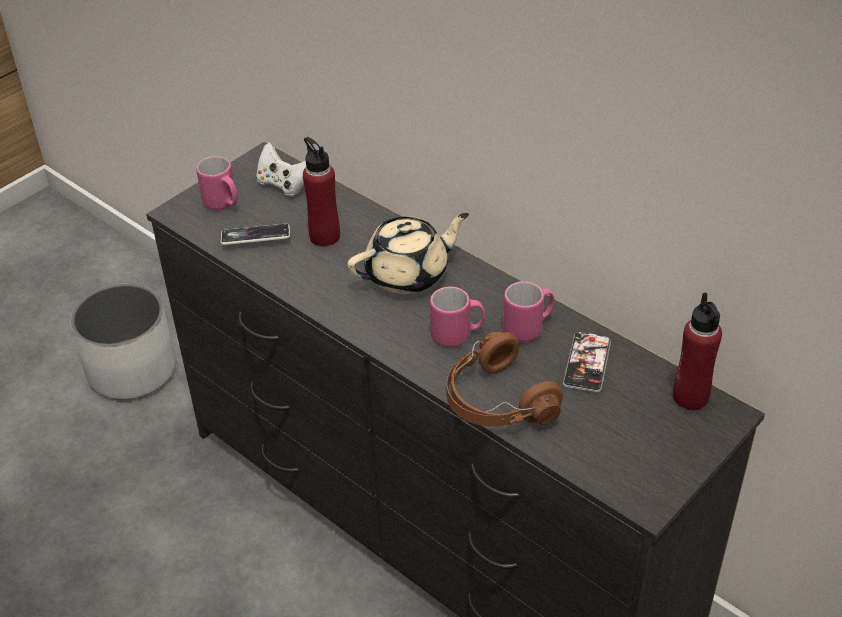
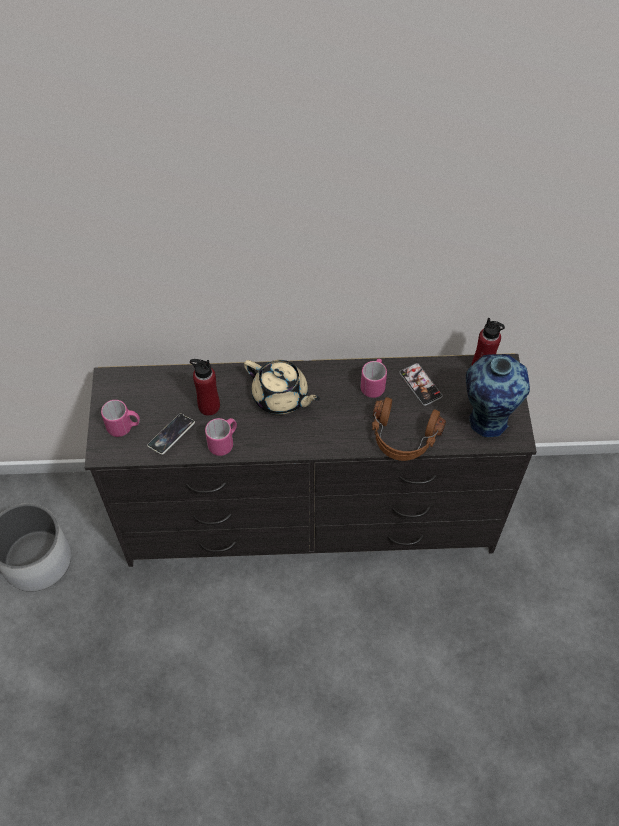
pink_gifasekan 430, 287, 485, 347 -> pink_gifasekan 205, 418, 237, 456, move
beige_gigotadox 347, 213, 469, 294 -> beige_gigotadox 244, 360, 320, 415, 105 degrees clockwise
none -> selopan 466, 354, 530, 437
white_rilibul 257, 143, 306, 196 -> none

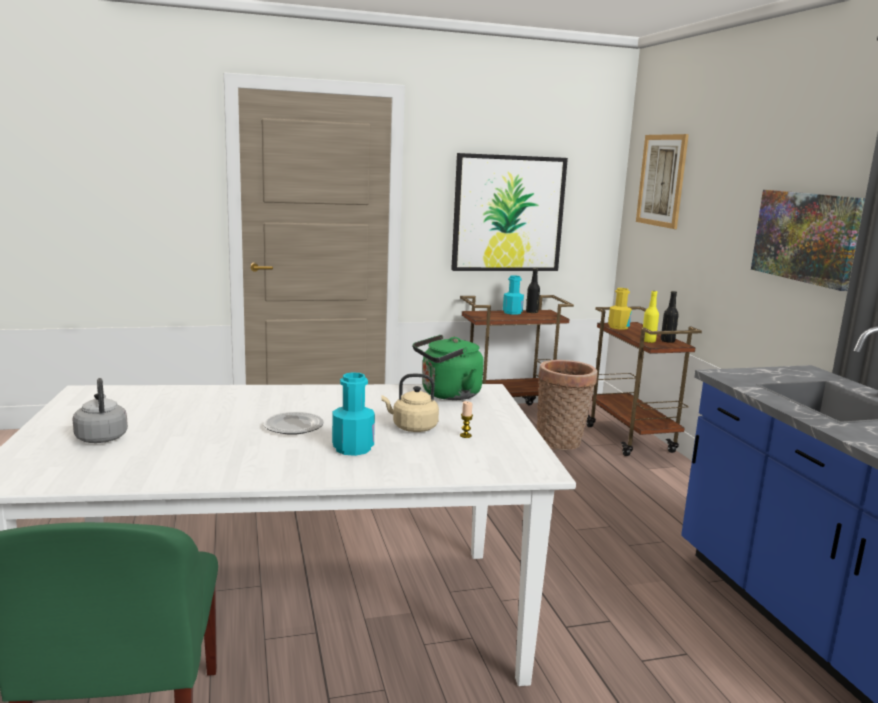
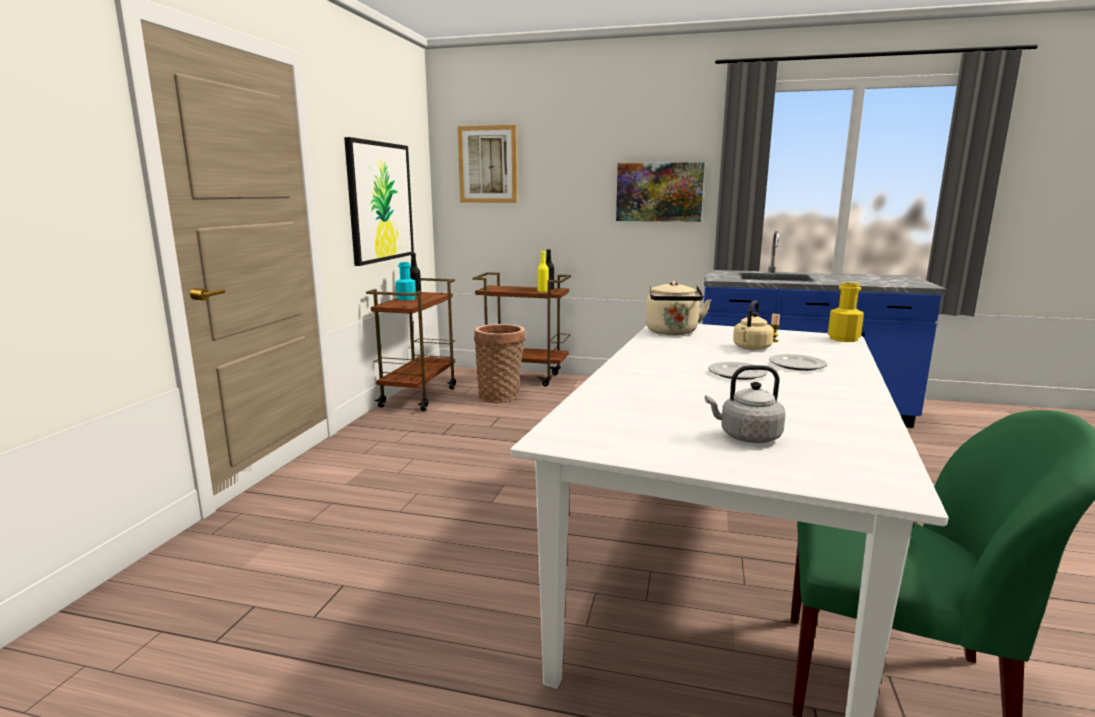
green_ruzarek 413, 335, 484, 400 -> beige_ruzarek 645, 281, 711, 335
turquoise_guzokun 332, 372, 375, 456 -> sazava 769, 354, 828, 371
yellow_guzokun 608, 288, 632, 330 -> yellow_guzokun 828, 283, 864, 342, move

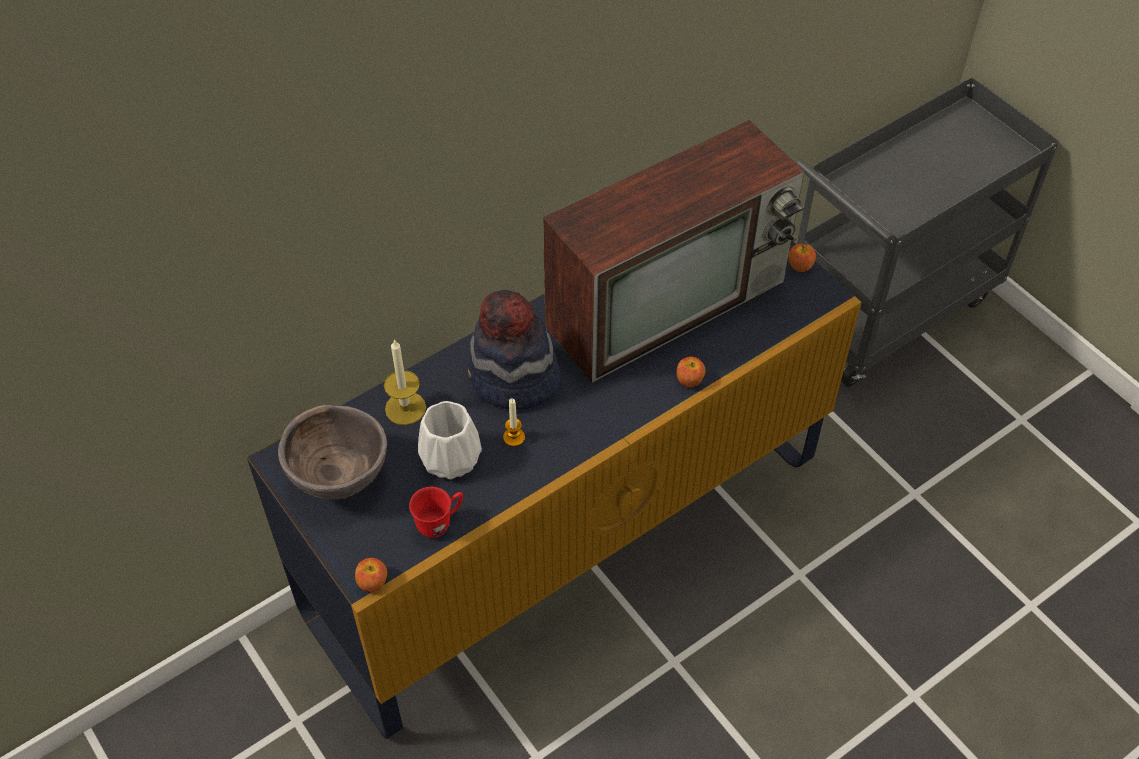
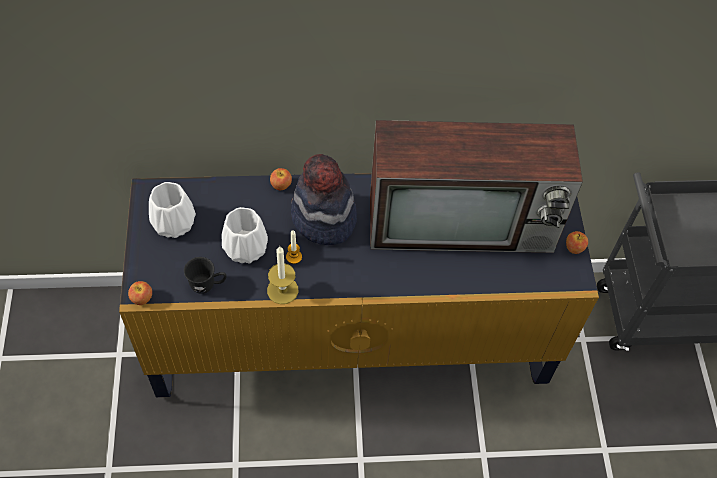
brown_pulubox 278, 405, 387, 500 -> white_selopan 149, 182, 196, 238
red_gifasekan 409, 487, 463, 538 -> black_gifasekan 184, 257, 227, 294
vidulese 384, 339, 426, 425 -> vidulese 267, 246, 298, 304, move
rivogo 676, 356, 705, 388 -> rivogo 270, 168, 292, 190, move

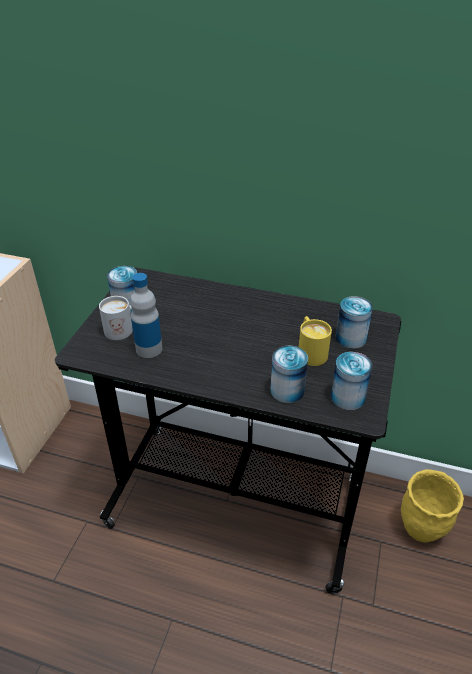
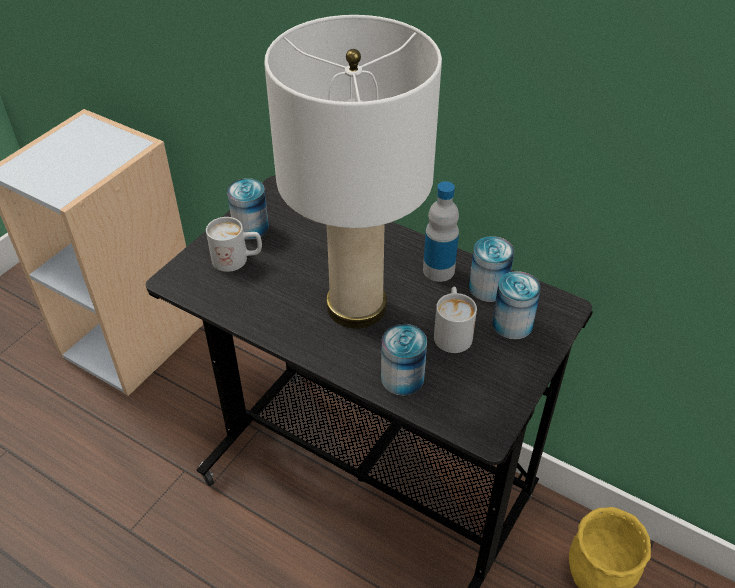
none -> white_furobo 264, 15, 442, 329
guzokun 130, 273, 162, 358 -> guzokun 423, 181, 459, 282, move
yellow_gifasekan 299, 316, 332, 366 -> white_gifasekan 434, 287, 477, 353
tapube 331, 352, 373, 410 -> tapube 469, 236, 514, 302, move

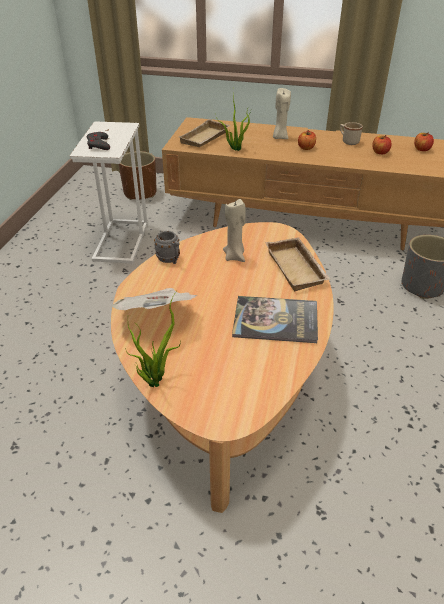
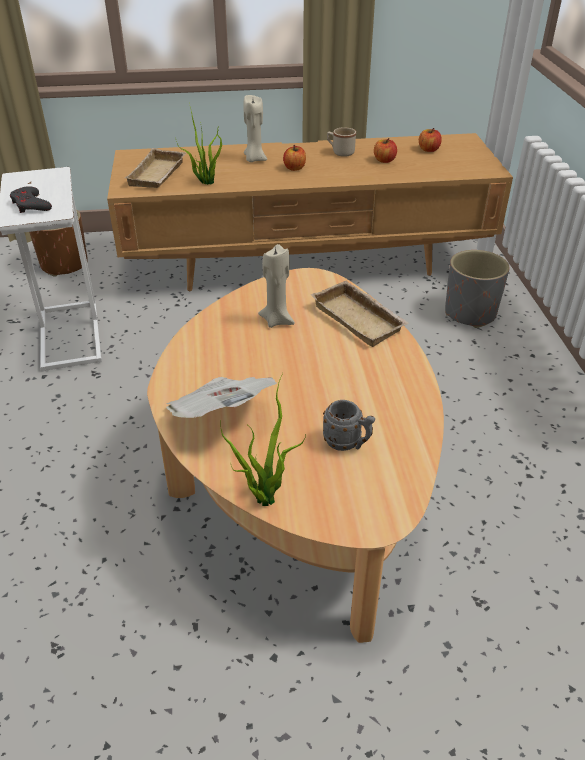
grey_gifasekan 154, 231, 180, 264 -> grey_gifasekan 323, 400, 375, 451, move
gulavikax 232, 296, 318, 343 -> none

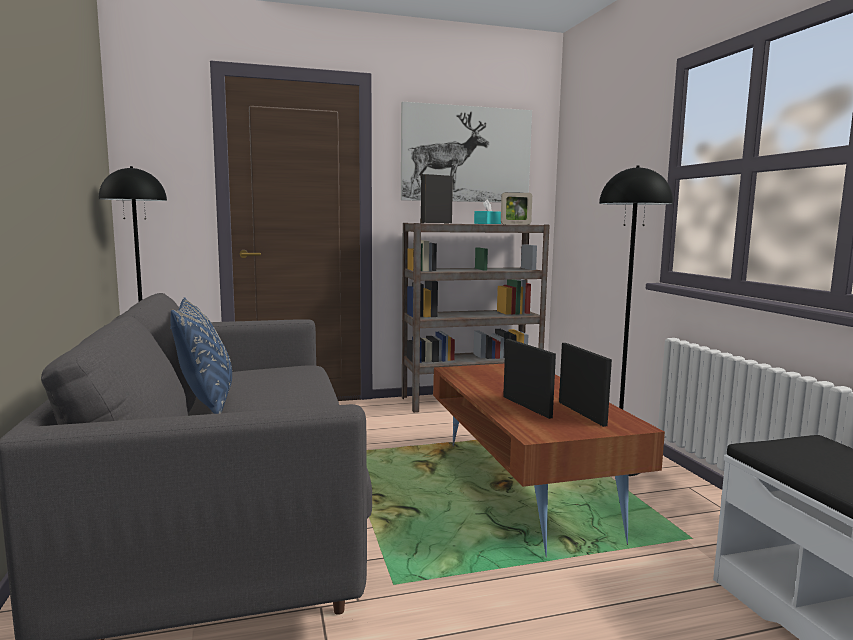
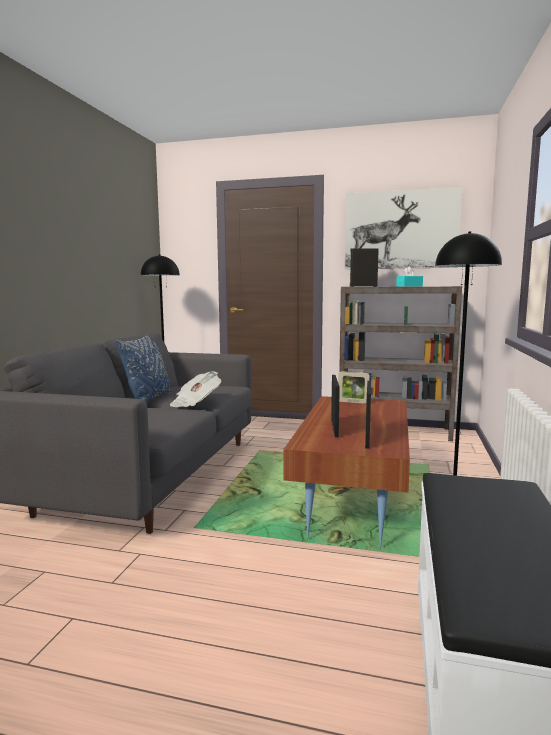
none -> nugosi 170, 371, 221, 407
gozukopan 501, 192, 532, 224 -> gozukopan 338, 371, 370, 404, move

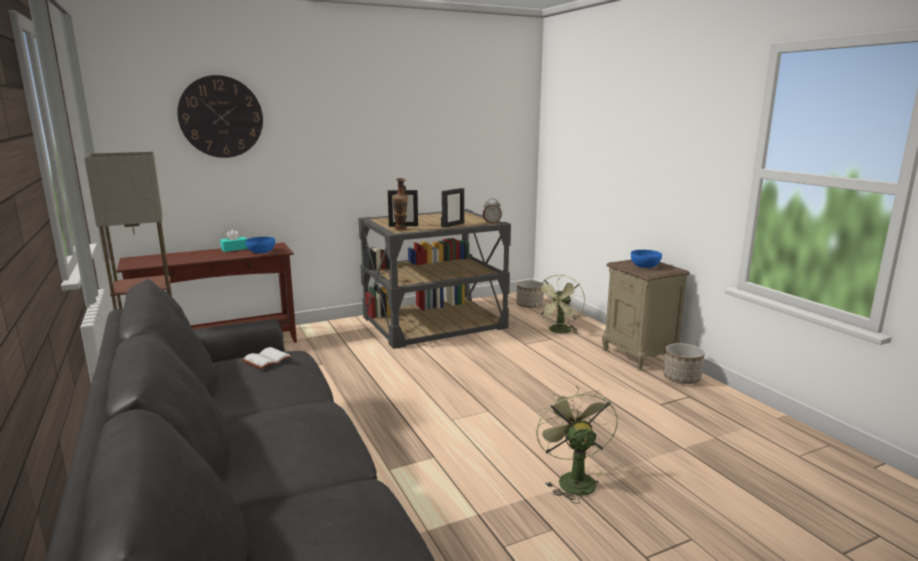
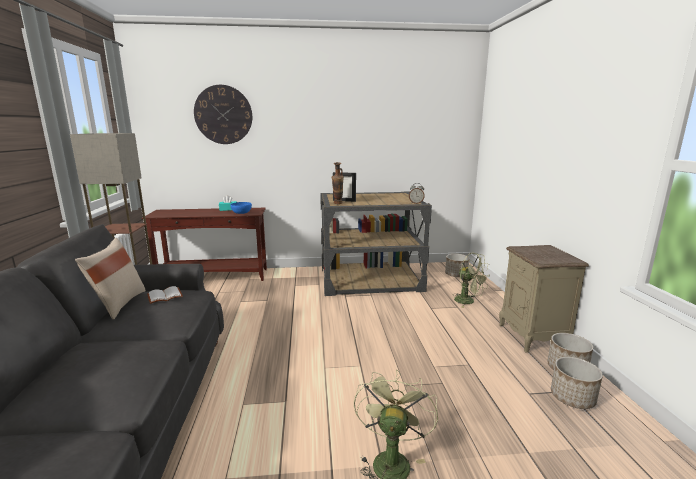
none -> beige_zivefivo 75, 238, 146, 320
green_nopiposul 534, 275, 585, 334 -> green_nopiposul 454, 253, 490, 308, 90 degrees counterclockwise
none -> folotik 551, 357, 603, 409
gozukopan 441, 188, 464, 228 -> none
blue_pulubox 631, 250, 662, 268 -> none

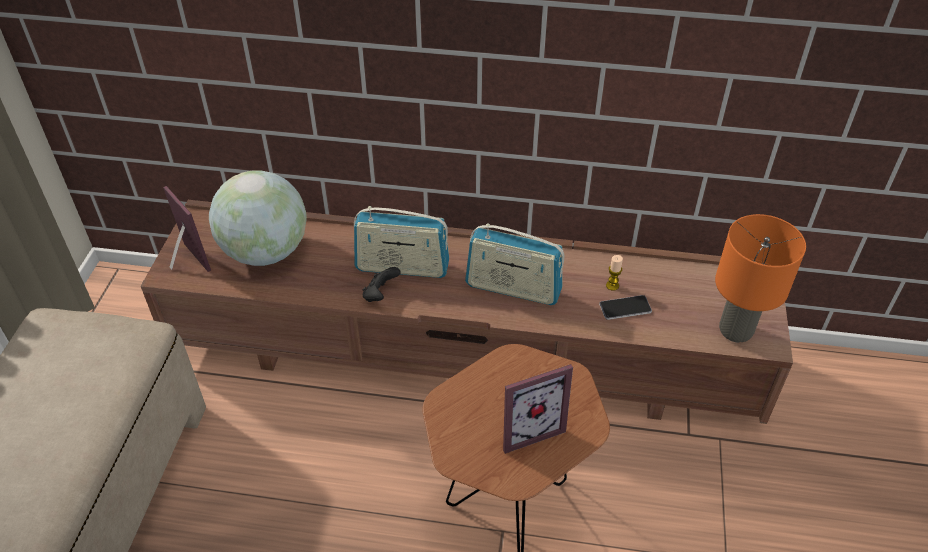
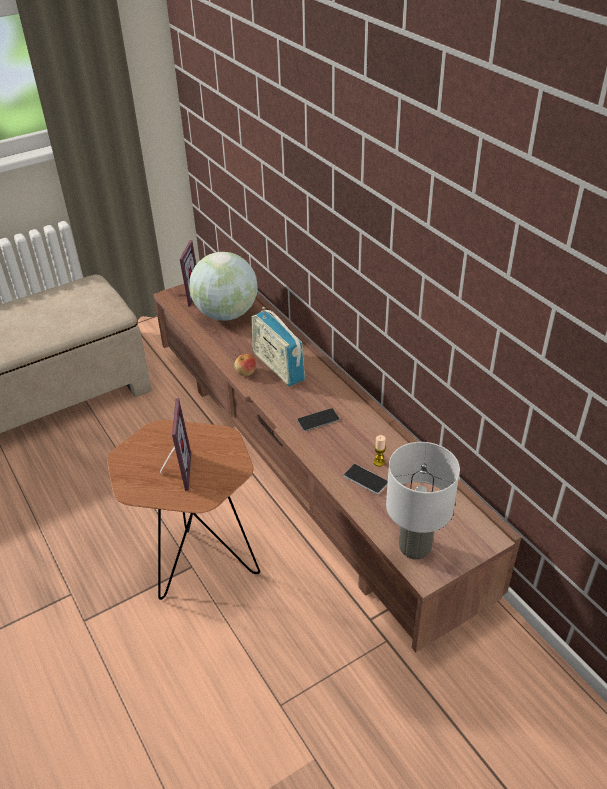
gozukopan 503, 364, 573, 454 -> gozukopan 160, 398, 191, 491, 120 degrees counterclockwise
black_rilibul 363, 267, 401, 302 -> rivogo 234, 354, 256, 376
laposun 465, 223, 565, 305 -> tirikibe 298, 408, 339, 431
orange_furobo 715, 214, 806, 343 -> white_furobo 386, 442, 460, 559

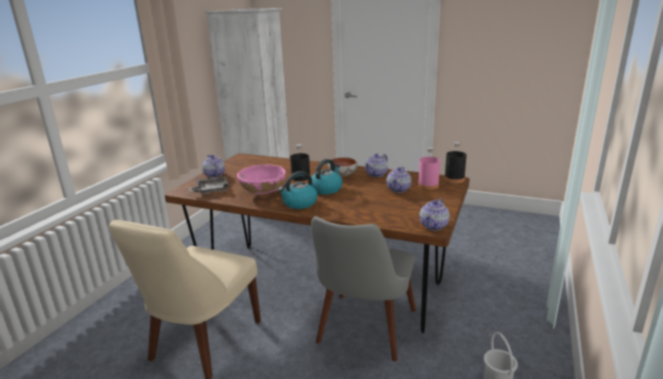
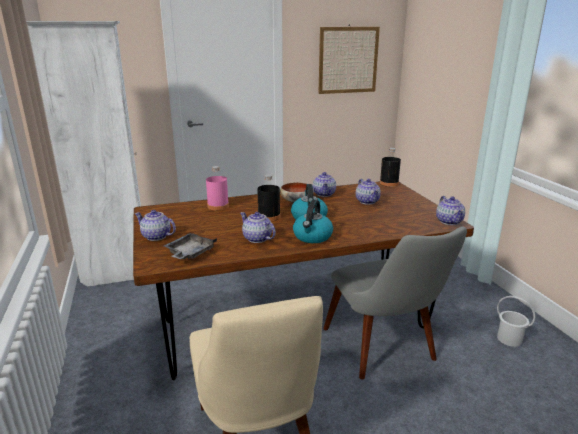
pink_guzokun 418, 147, 440, 190 -> pink_guzokun 206, 166, 229, 210, move
pink_pulubox 237, 165, 286, 195 -> gigotadox 240, 212, 276, 243
none -> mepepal 318, 24, 380, 94

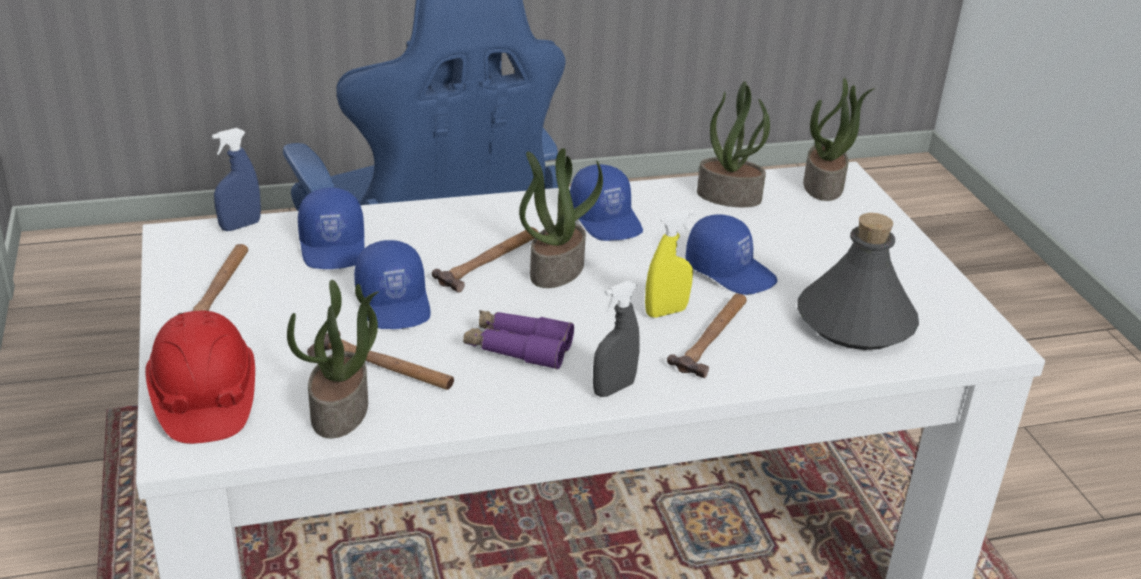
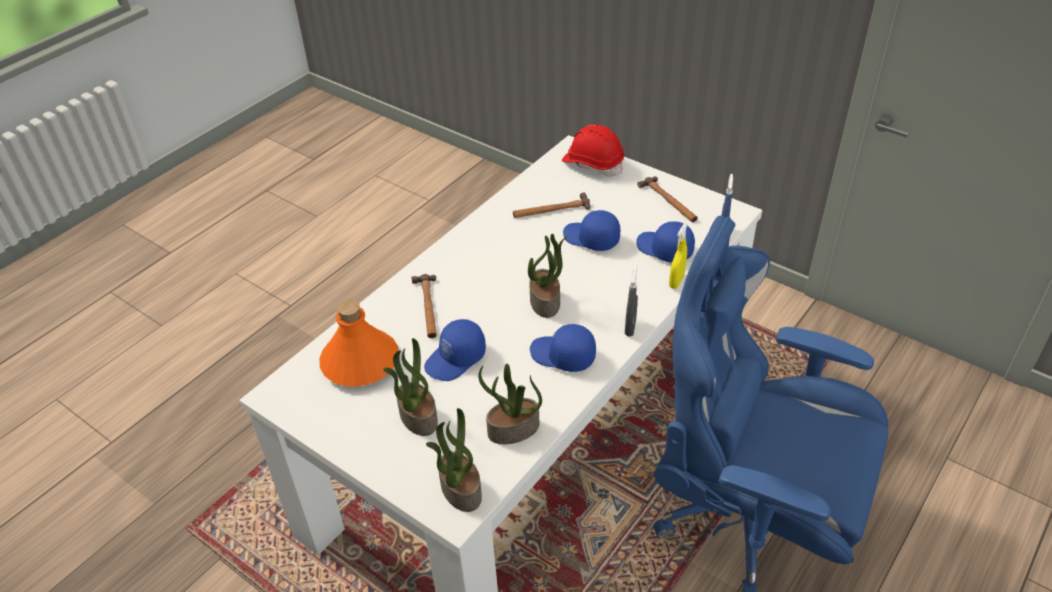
grey_guzokun 797, 213, 919, 350 -> orange_guzokun 319, 299, 399, 387
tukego 287, 280, 379, 438 -> tukego 383, 338, 438, 436, move
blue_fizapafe 685, 214, 778, 295 -> blue_fizapafe 424, 319, 486, 381, 45 degrees counterclockwise
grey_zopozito 593, 281, 640, 397 -> grey_zopozito 625, 265, 638, 337, move
yellow_zopozito 645, 209, 695, 318 -> yellow_zopozito 669, 224, 687, 289, move
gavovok 432, 227, 539, 293 -> none
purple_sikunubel 463, 310, 574, 370 -> none

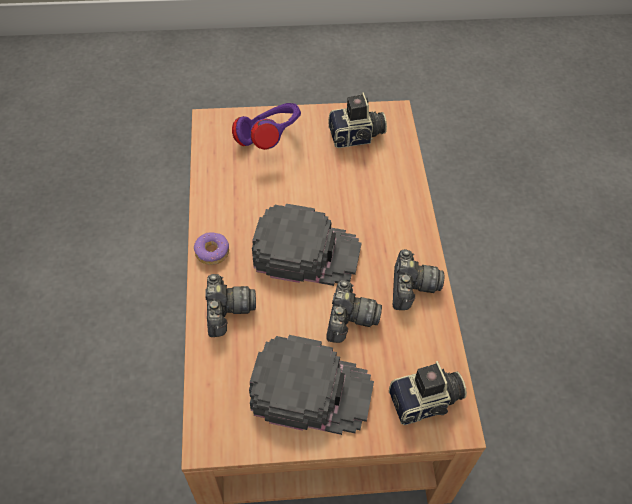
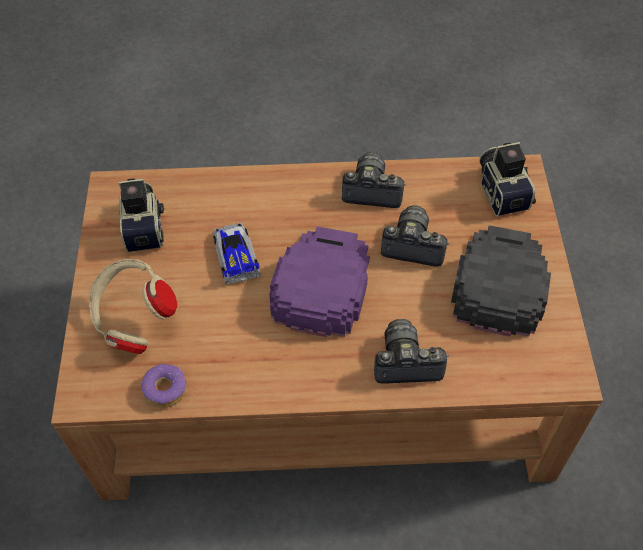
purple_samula 232, 103, 301, 150 -> beige_samula 89, 259, 177, 354
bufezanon 194, 232, 229, 265 -> bufezanon 141, 364, 187, 408, move
none -> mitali 213, 223, 261, 284
black_fizapafe 252, 204, 362, 286 -> purple_fizapafe 269, 226, 370, 337

